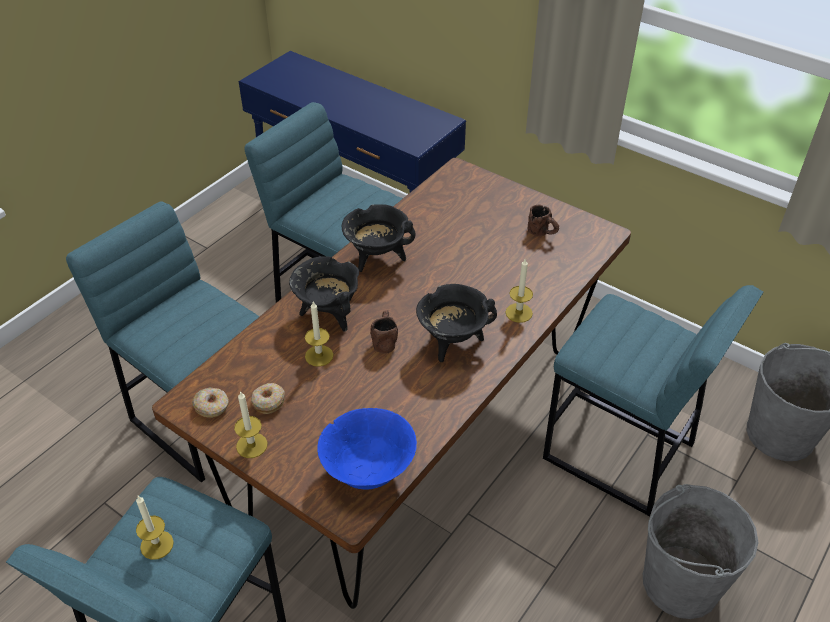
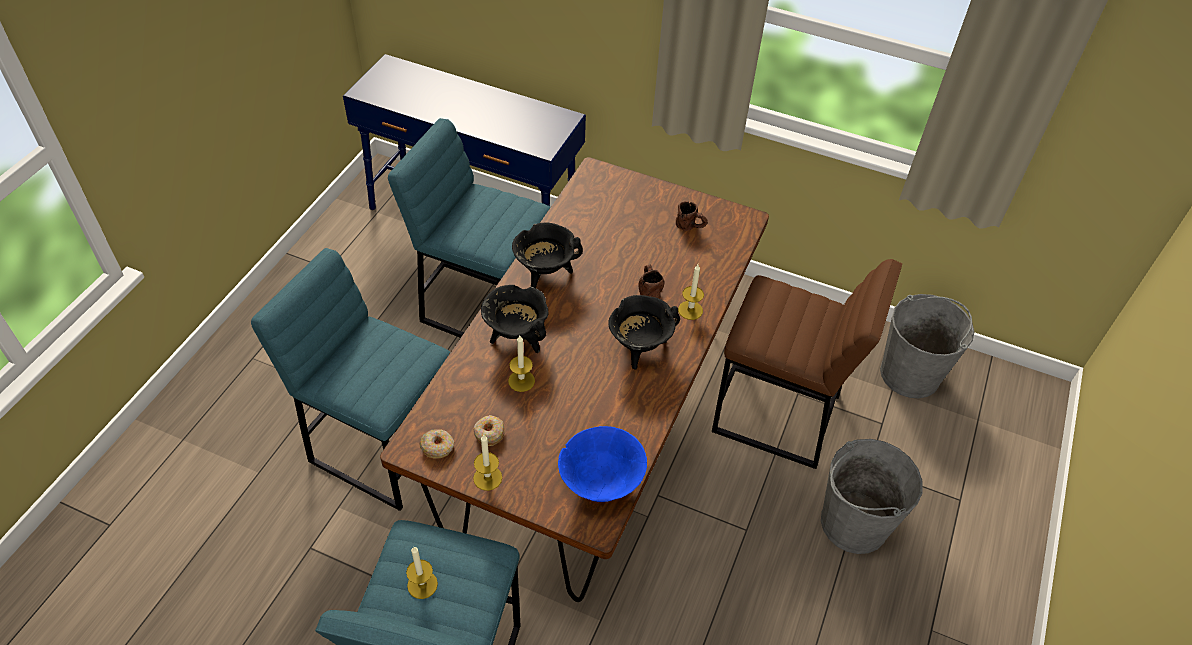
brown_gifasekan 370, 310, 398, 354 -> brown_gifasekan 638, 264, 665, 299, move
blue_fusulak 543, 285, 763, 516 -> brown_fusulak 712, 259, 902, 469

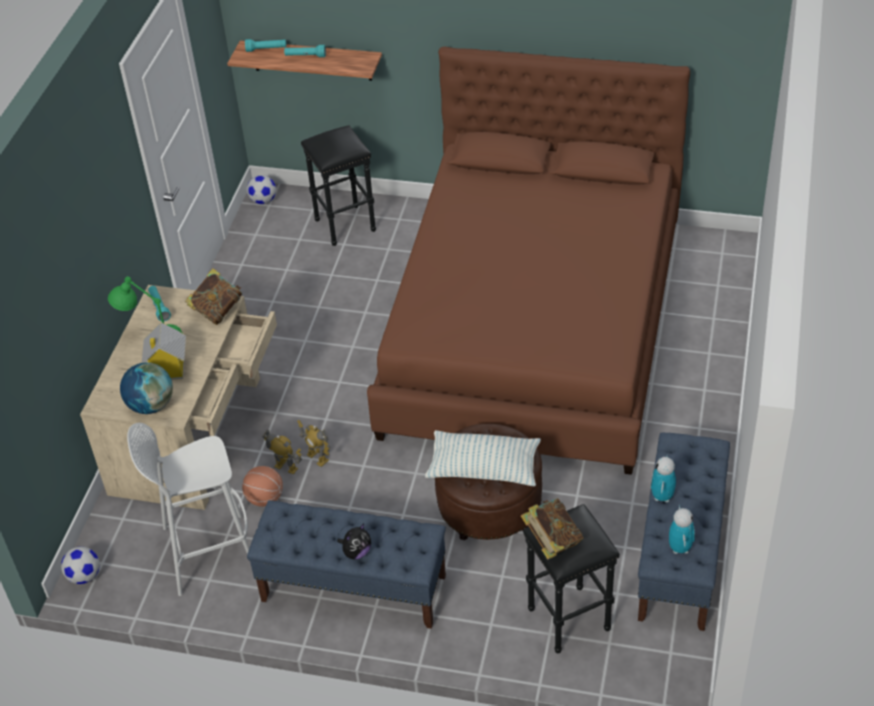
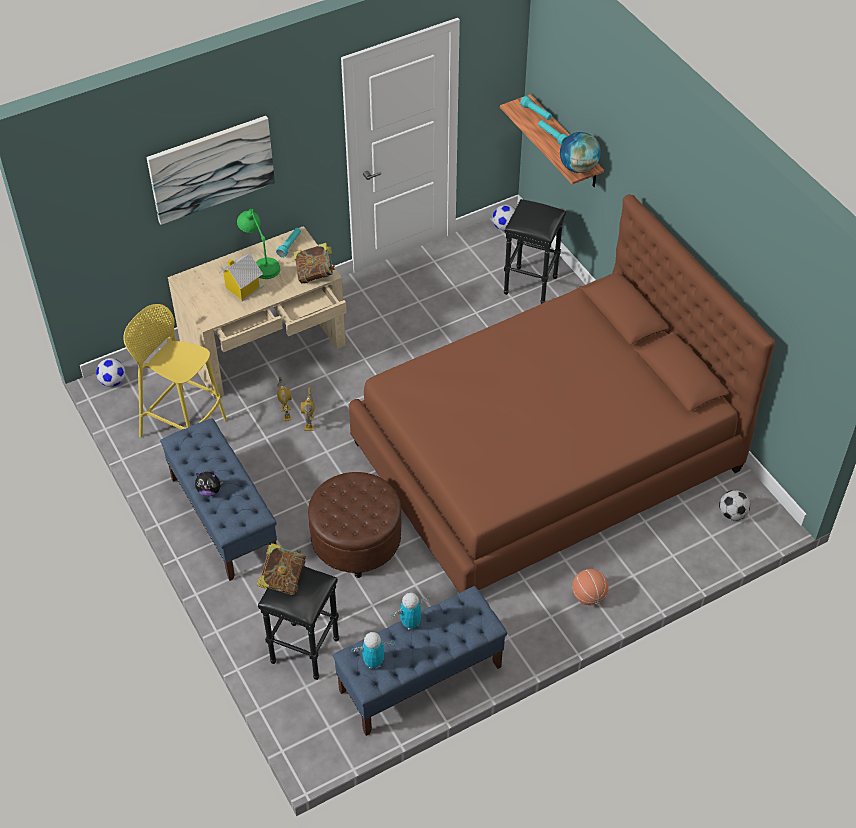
white_fusulak 127, 423, 249, 596 -> yellow_fusulak 123, 304, 227, 438
none -> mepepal 147, 116, 275, 225
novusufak 669, 505, 695, 554 -> novusufak 351, 632, 395, 669, 150 degrees counterclockwise
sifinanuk 120, 362, 173, 414 -> sifinanuk 560, 132, 601, 173, move
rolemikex 242, 466, 283, 507 -> rolemikex 572, 569, 608, 605, move
none -> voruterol 719, 490, 750, 521
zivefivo 425, 430, 541, 486 -> none

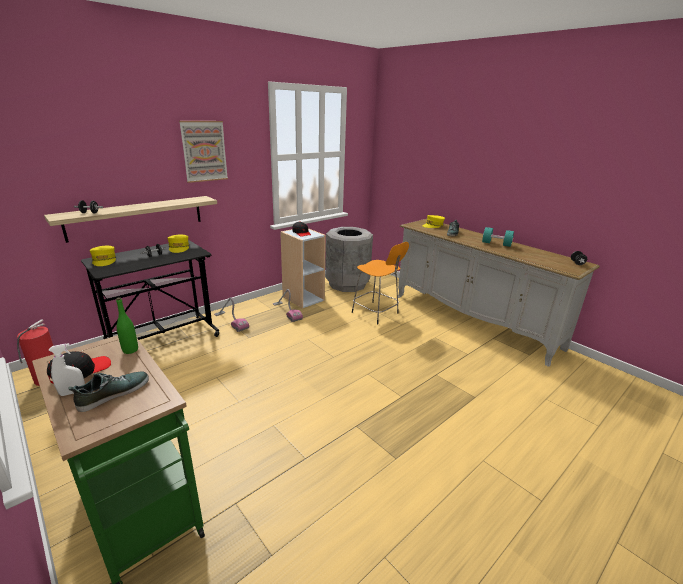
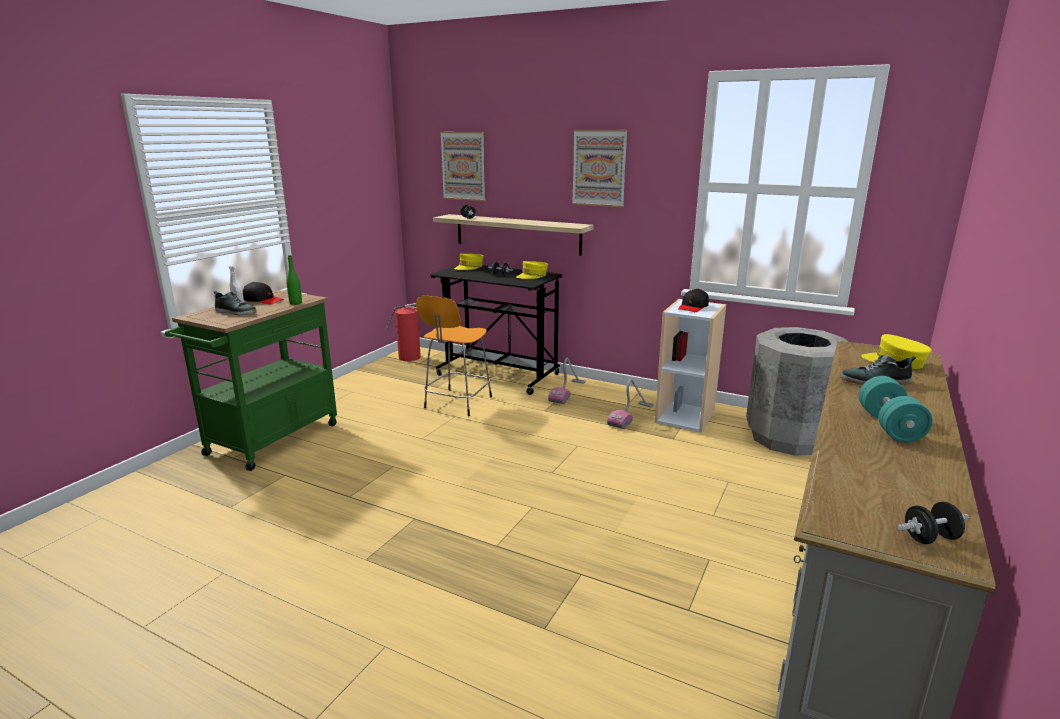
orange_fusulak 352, 242, 409, 325 -> orange_fusulak 416, 296, 492, 416, move
none -> mepepal 440, 132, 486, 201

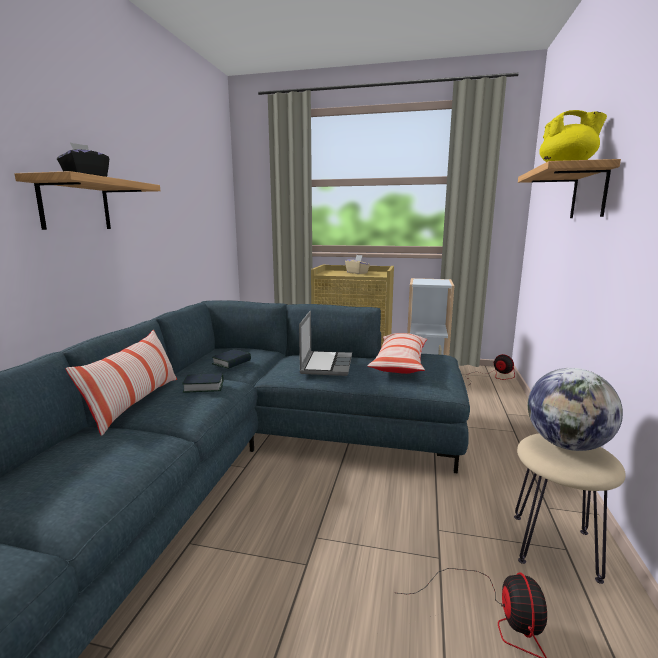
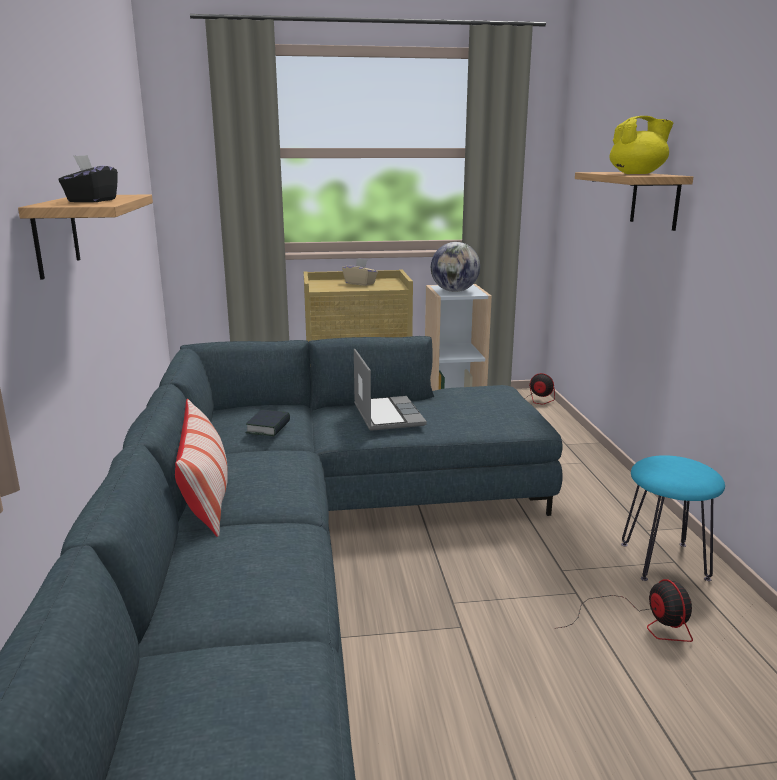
sifinanuk 528, 368, 623, 451 -> sifinanuk 431, 242, 480, 292, move
beige_fusulak 514, 433, 626, 584 -> turquoise_fusulak 621, 455, 725, 581
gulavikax 182, 373, 223, 393 -> none
zivefivo 368, 333, 427, 374 -> none

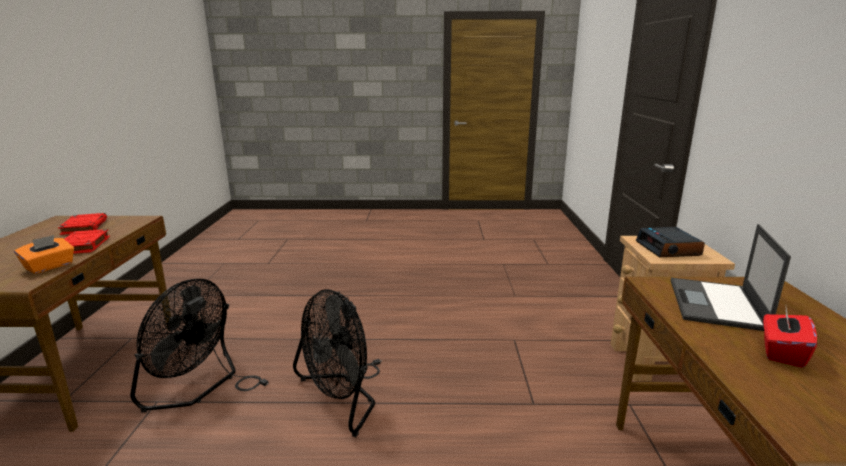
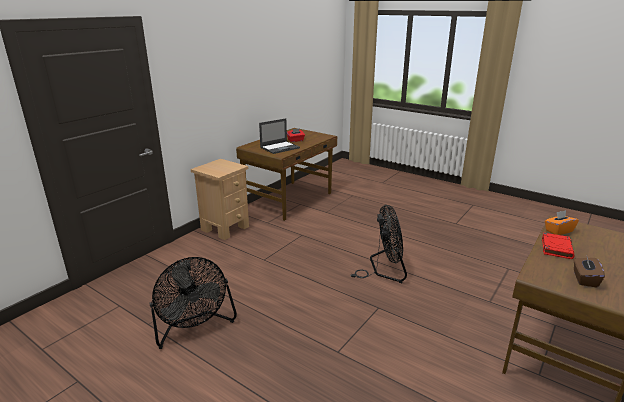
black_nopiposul 130, 279, 269, 413 -> black_nopiposul 149, 257, 237, 349, move
red_gulavikax 58, 213, 107, 235 -> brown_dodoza 573, 253, 605, 288
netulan 636, 227, 705, 257 -> none

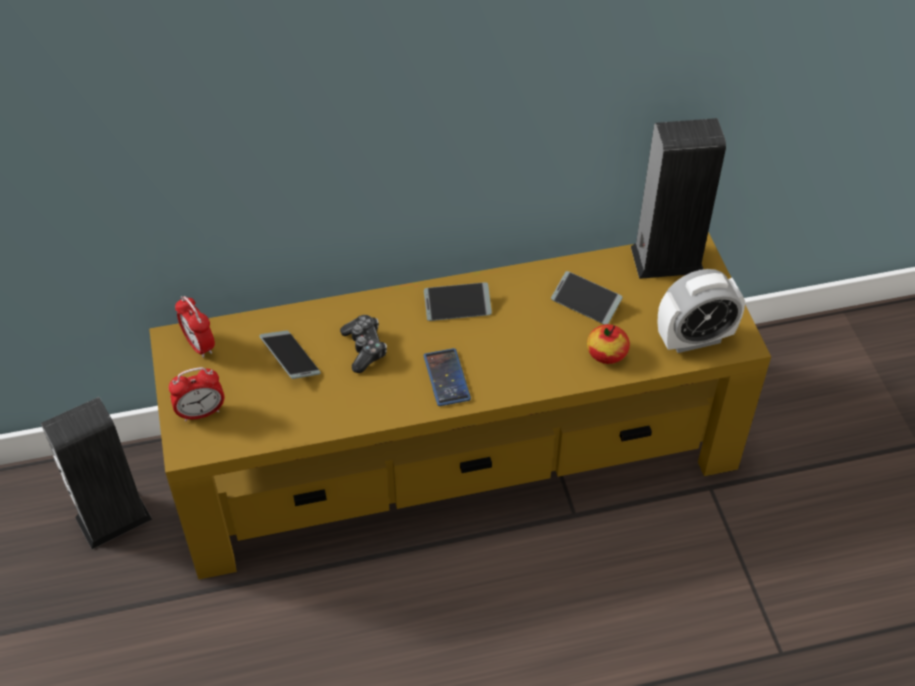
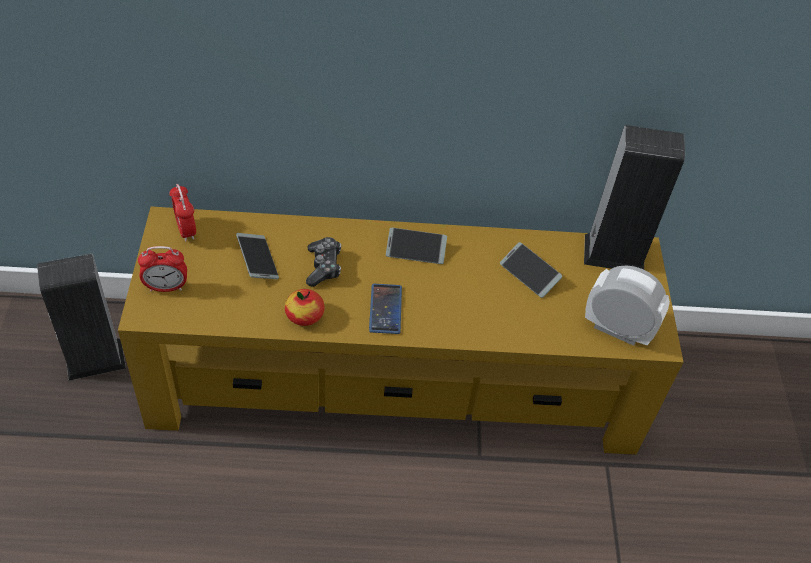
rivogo 587, 324, 630, 364 -> rivogo 285, 289, 325, 326, move
netulan 657, 269, 745, 353 -> netulan 585, 265, 670, 346, 150 degrees counterclockwise

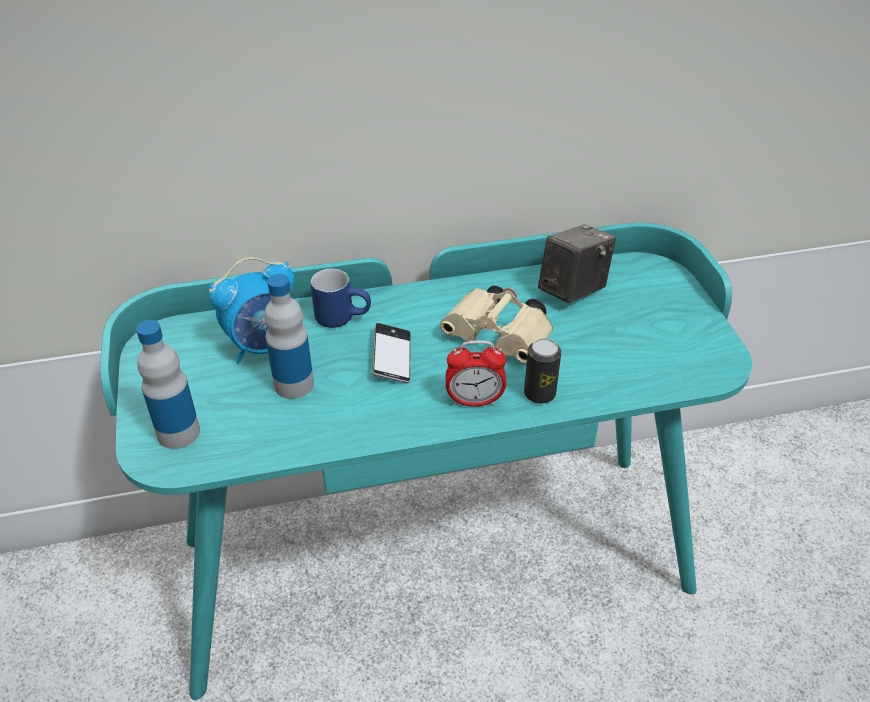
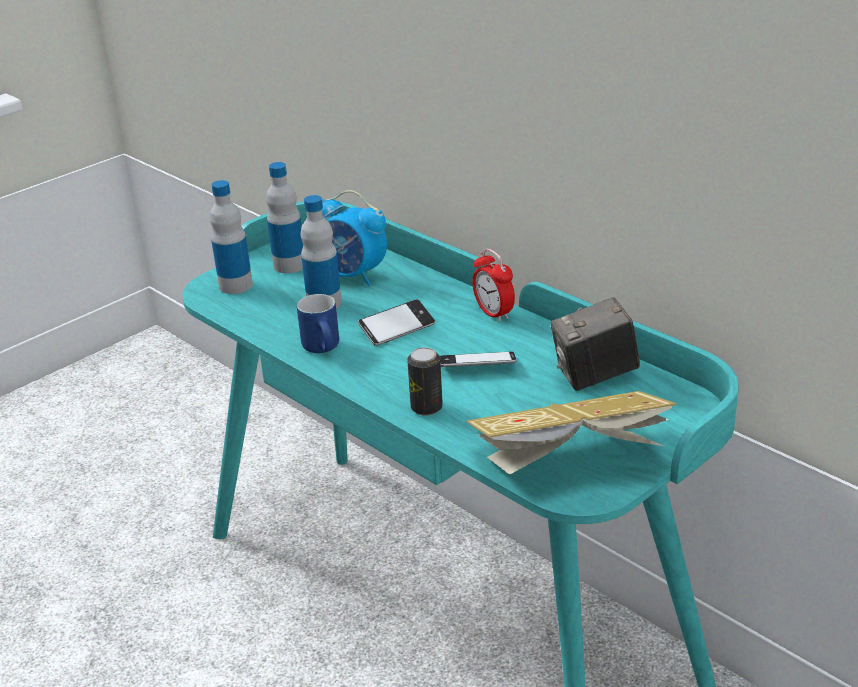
none -> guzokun 266, 162, 303, 273
blue_gifasekan 311, 269, 371, 328 -> blue_gifasekan 297, 294, 339, 353, move
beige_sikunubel 440, 285, 553, 364 -> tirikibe 440, 352, 517, 367
none -> gulavikax 466, 391, 677, 475
netulan 446, 340, 506, 406 -> netulan 473, 248, 515, 322, move
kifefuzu 538, 224, 616, 304 -> kifefuzu 550, 297, 640, 391, 150 degrees clockwise

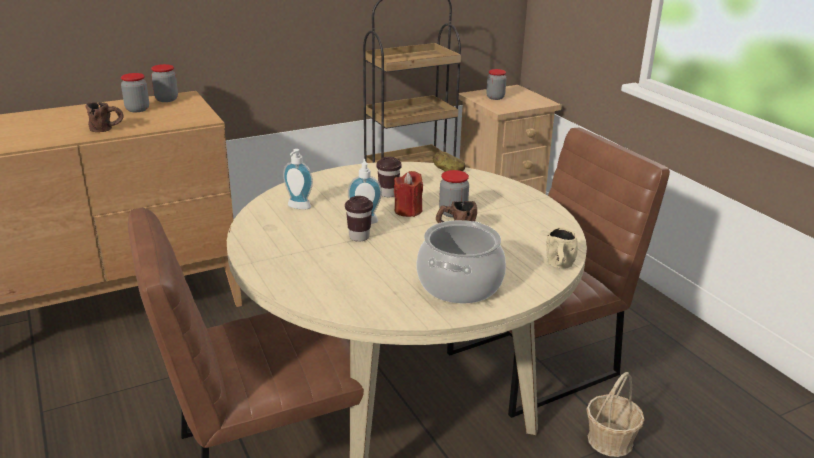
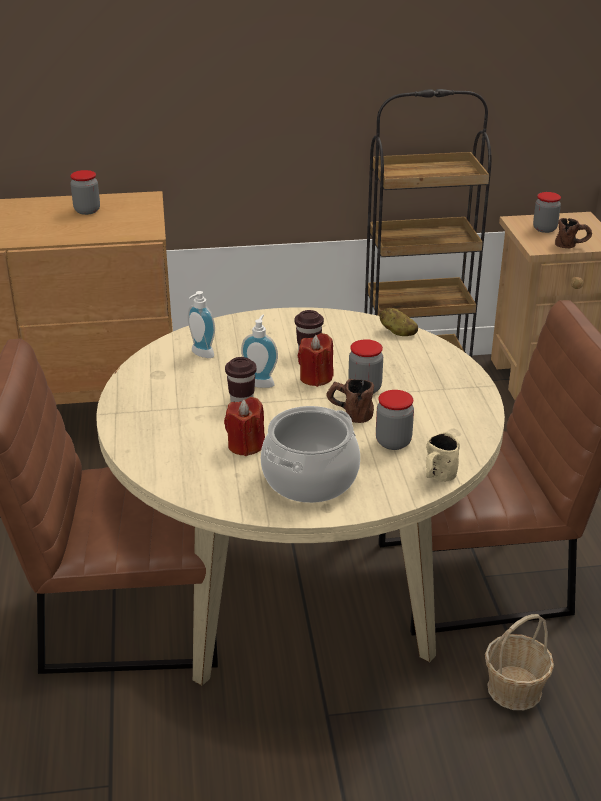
none -> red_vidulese 224, 397, 265, 456
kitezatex 151, 64, 178, 102 -> kitezatex 376, 390, 414, 450, move
brown_gifasekan 86, 102, 124, 132 -> brown_gifasekan 555, 218, 592, 248, move

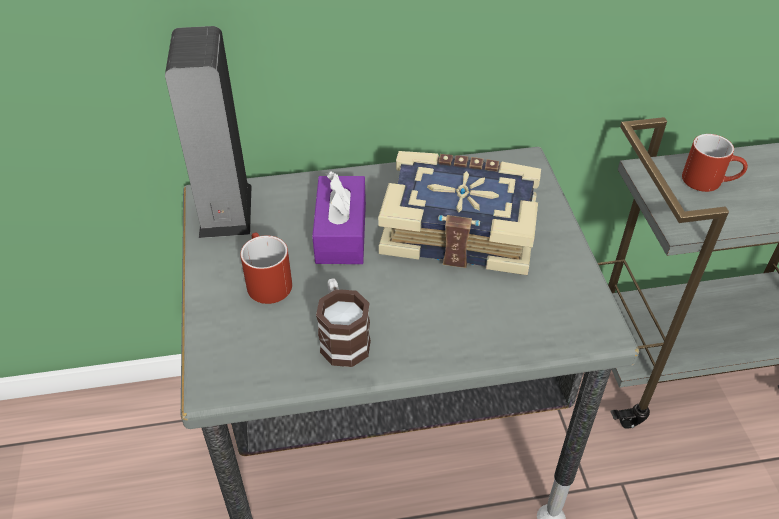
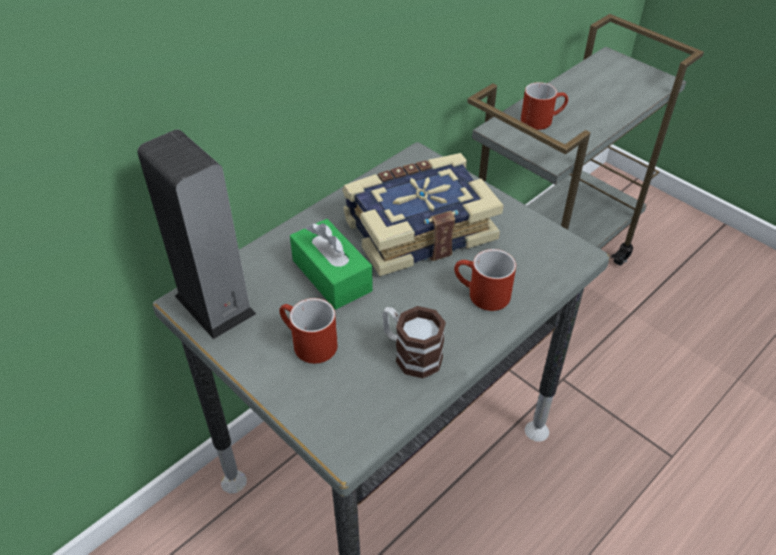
purple_dodoza 312, 171, 366, 264 -> green_dodoza 290, 219, 373, 309
none -> red_gifasekan 454, 249, 516, 311

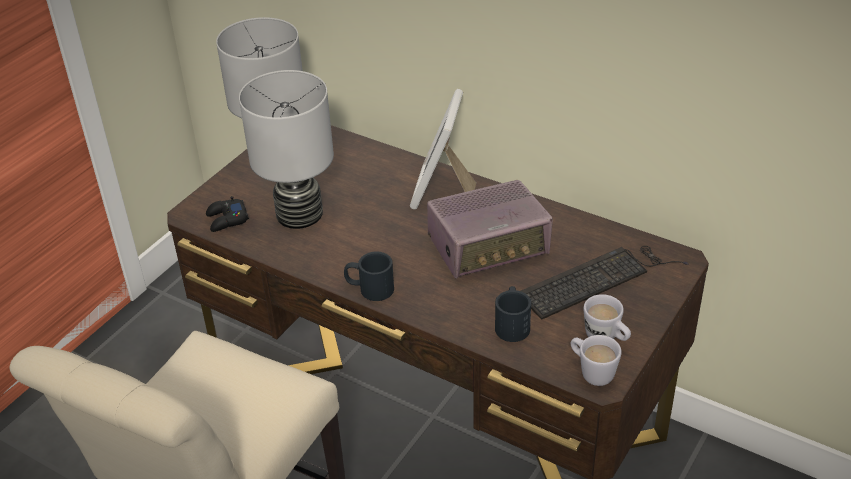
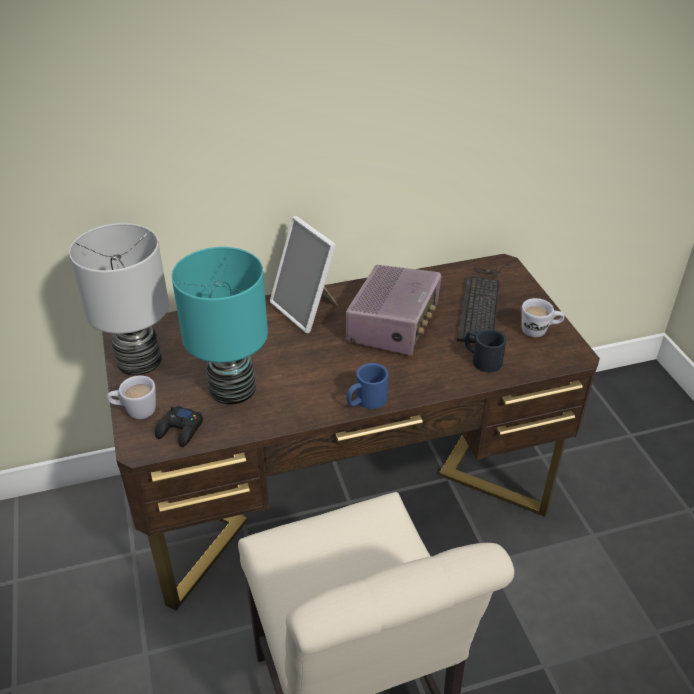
white_gifasekan 571, 335, 622, 386 -> white_gifasekan 107, 375, 156, 419, move
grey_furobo 239, 70, 334, 229 -> turquoise_furobo 172, 247, 268, 405
black_gifasekan 344, 252, 394, 301 -> blue_gifasekan 347, 363, 389, 409

